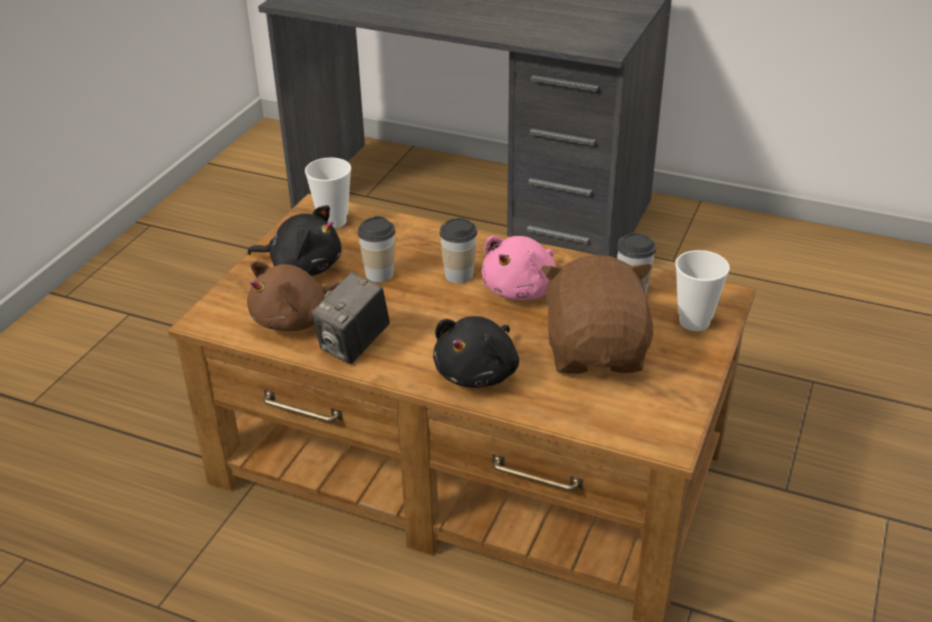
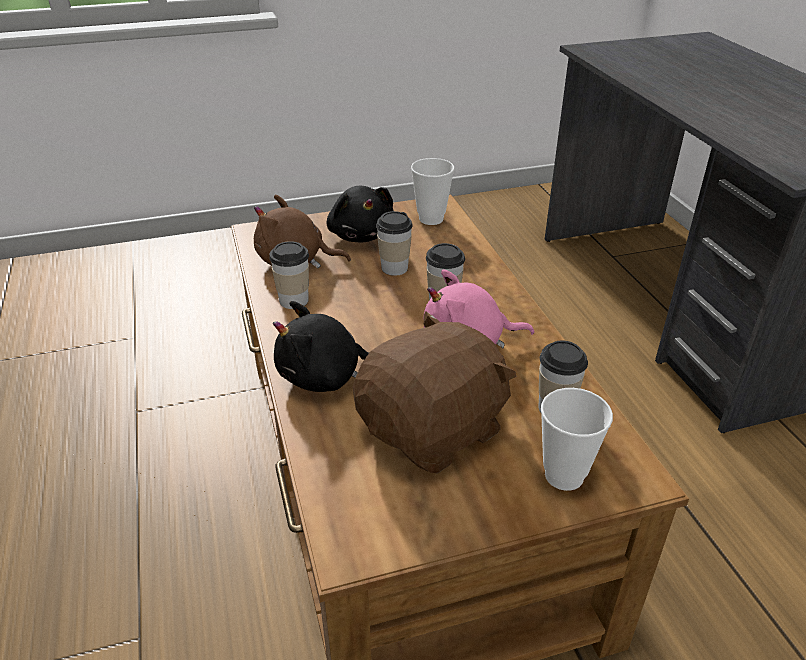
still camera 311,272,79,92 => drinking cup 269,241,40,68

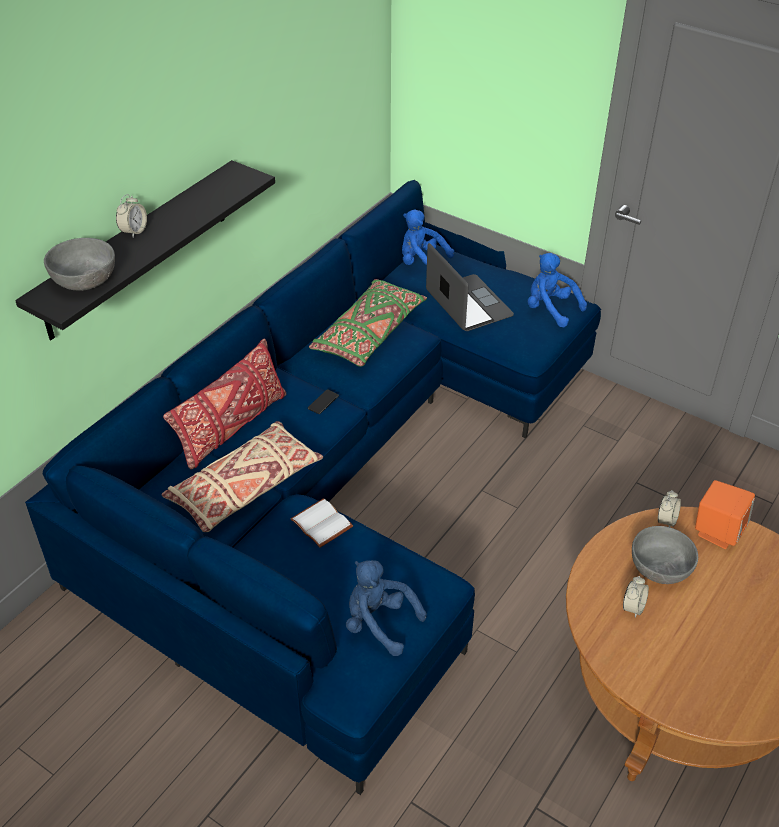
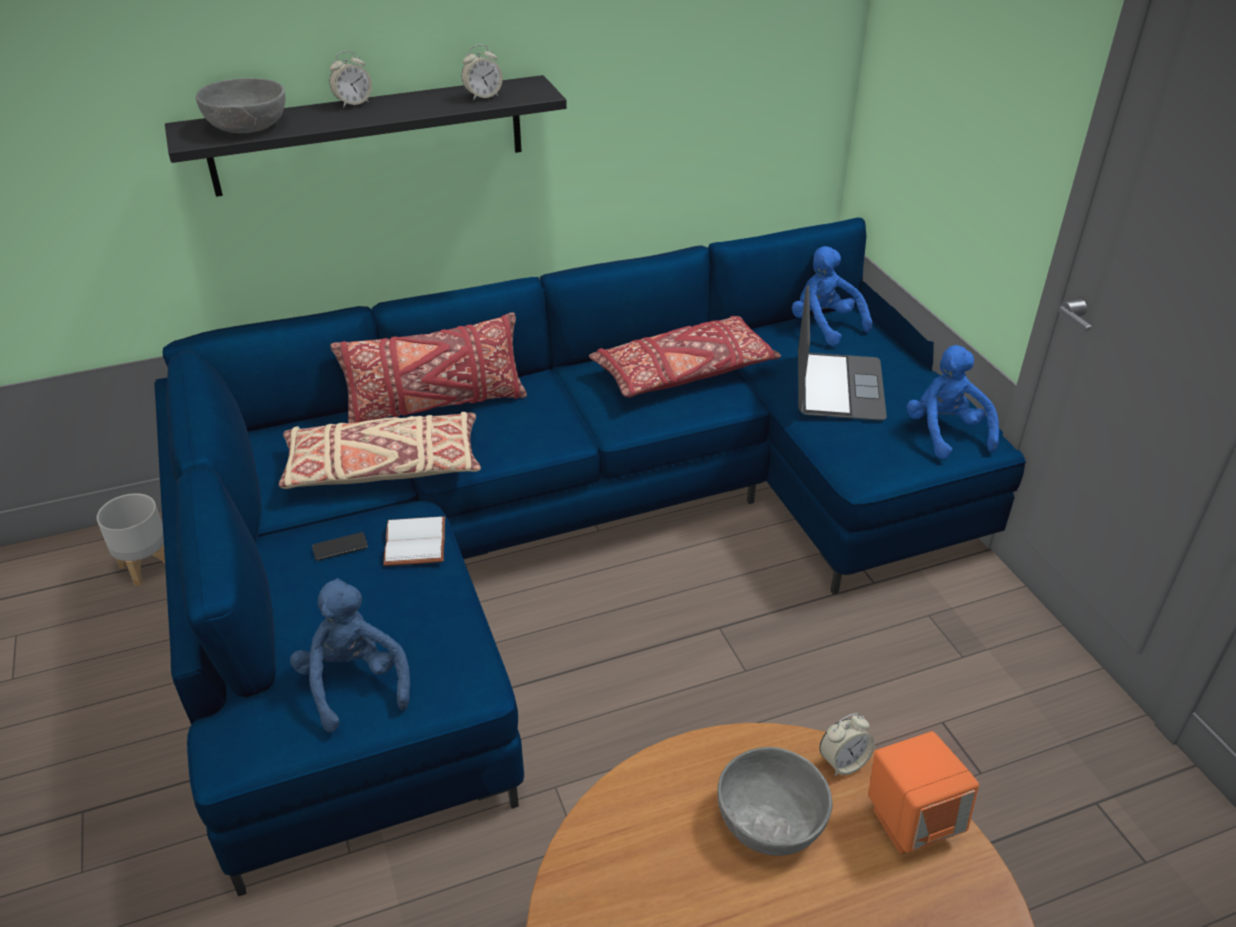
throw pillow (green) 309,279,118,88 => throw pillow (reddish) 589,316,192,82
phone 308,389,31,25 => phone 312,532,56,29, relocated
alarm clock 623,576,26,42 => alarm clock 461,44,42,57, relocated
nothing => planter (greyish) 97,493,68,92

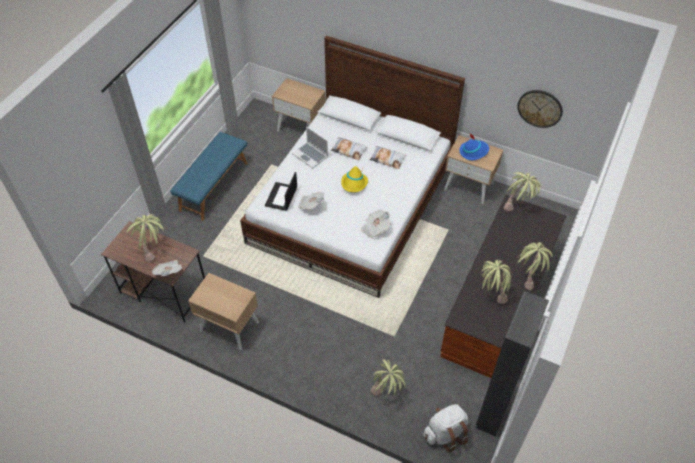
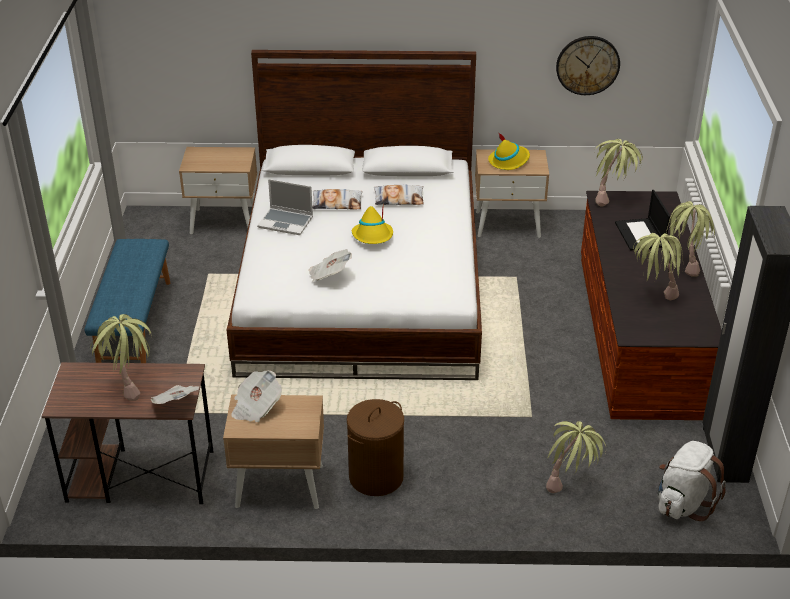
hat (blue-coloured) 460,134,29,26 => hat (yellow-coloured) 488,132,42,38
notebook computer 265,172,32,39 => notebook computer 615,190,55,61, relocated
printed paper 361,209,29,30 => printed paper 231,370,51,52, relocated
nothing => hamper (brown) 347,399,57,97

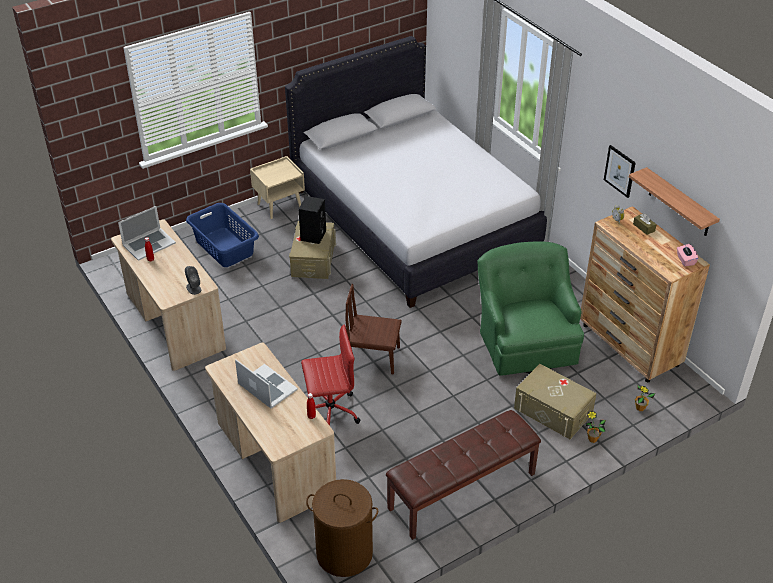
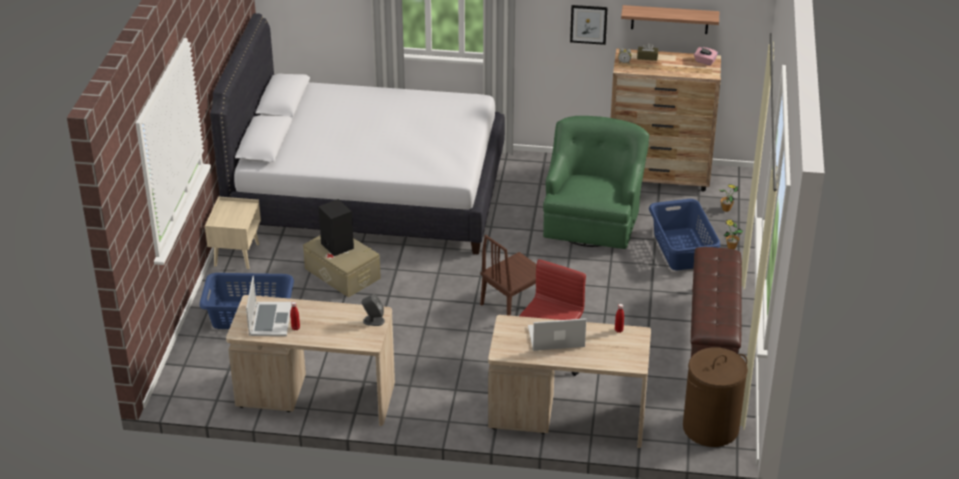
easy chair (green) 477,241,107,135 => easy chair (green) 543,116,106,133, 75 degrees clockwise
storage container (beige) 514,364,83,75 => hamper (blue-coloured) 649,199,72,71

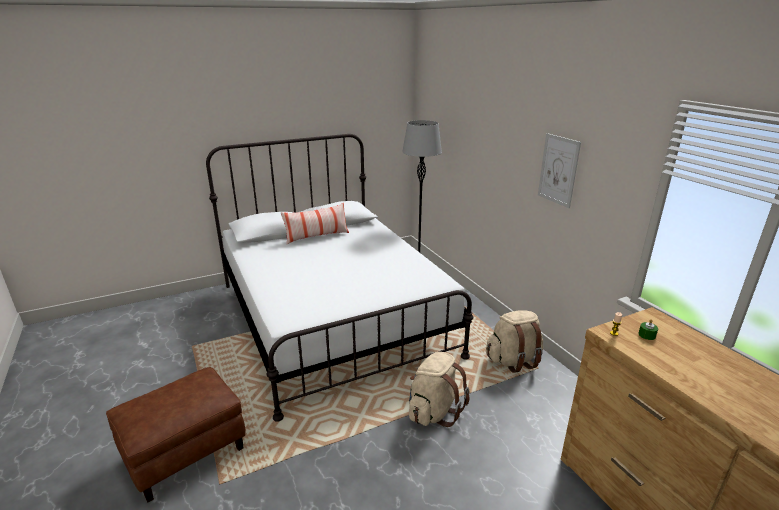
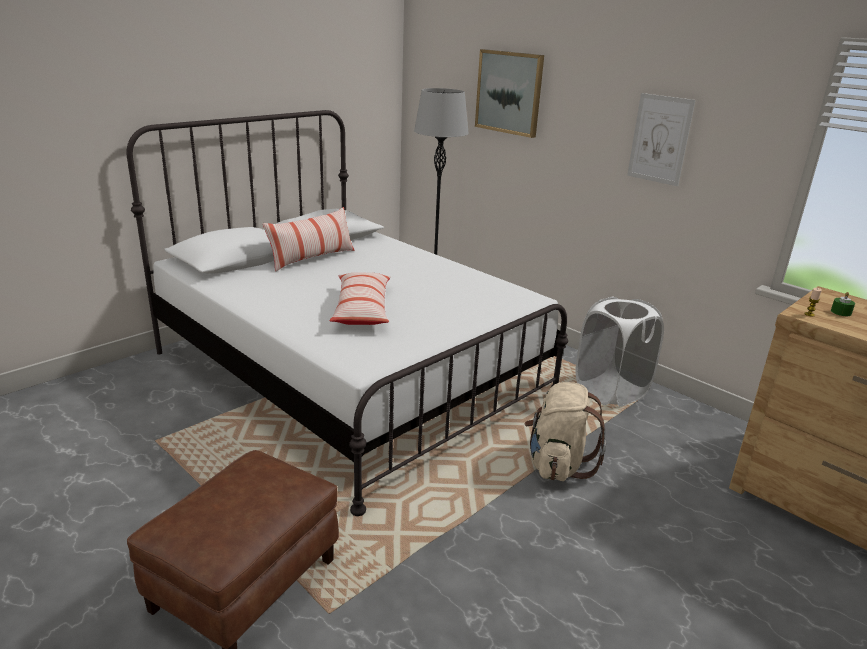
knapsack (beige) 486,310,57,63 => hamper (white-coloured) 575,297,89,110
nothing => wall picture 475,49,69,89
nothing => throw pillow 329,272,62,53

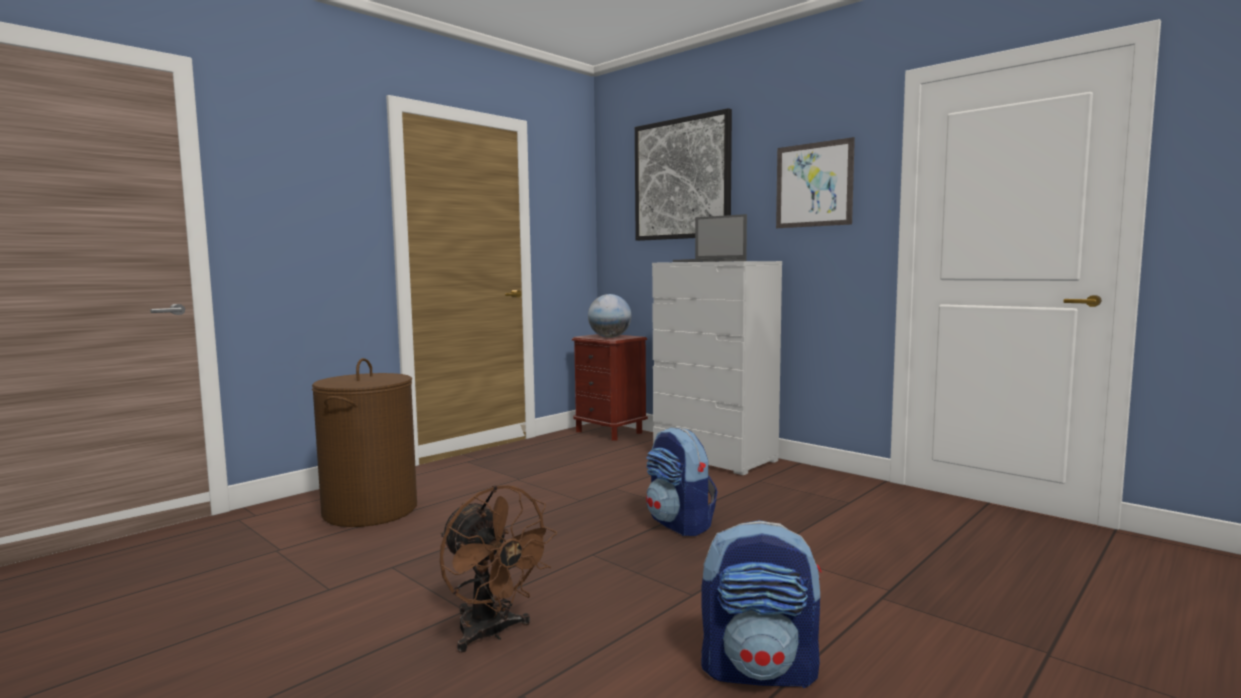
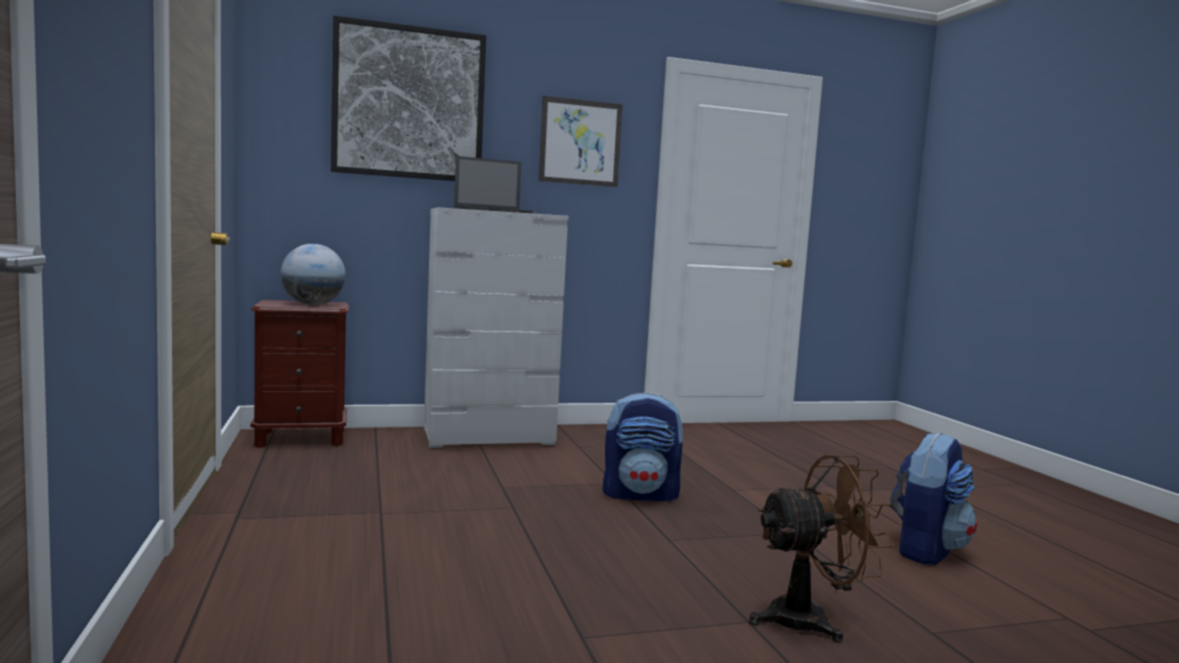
hamper (brown) 312,358,105,169 => nothing

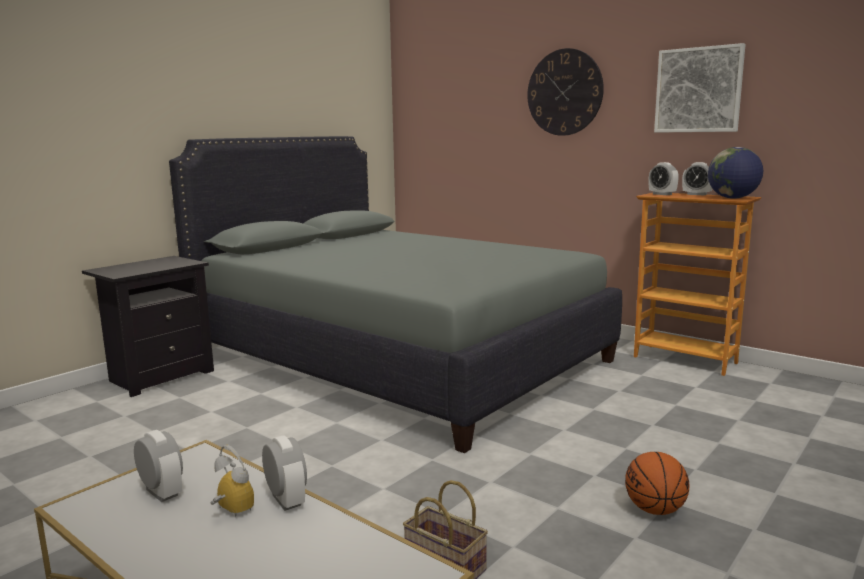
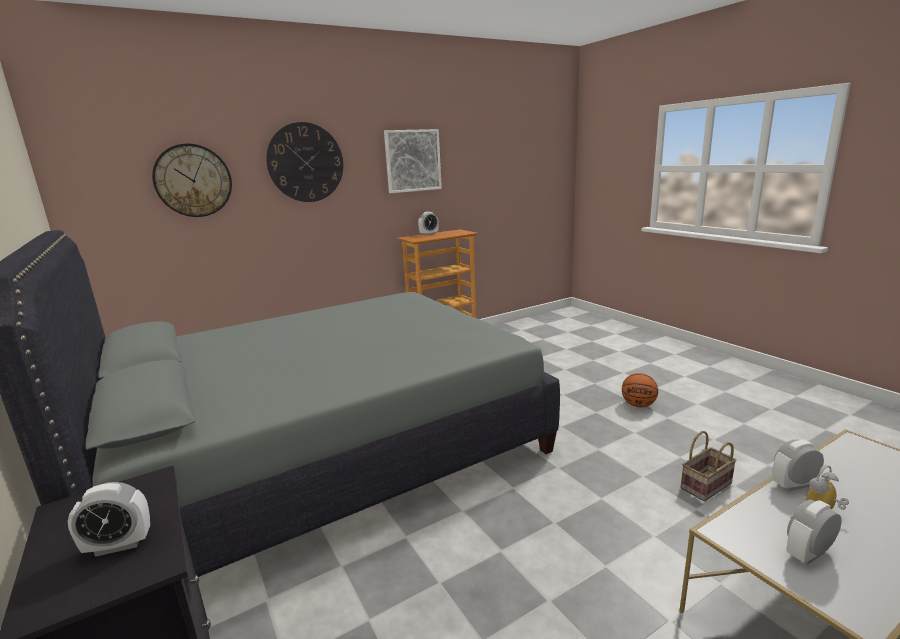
world globe 708,147,55,52 => nothing
alarm clock 649,162,30,33 => alarm clock 67,482,83,75, relocated
nothing => clock on the wall 152,144,80,73

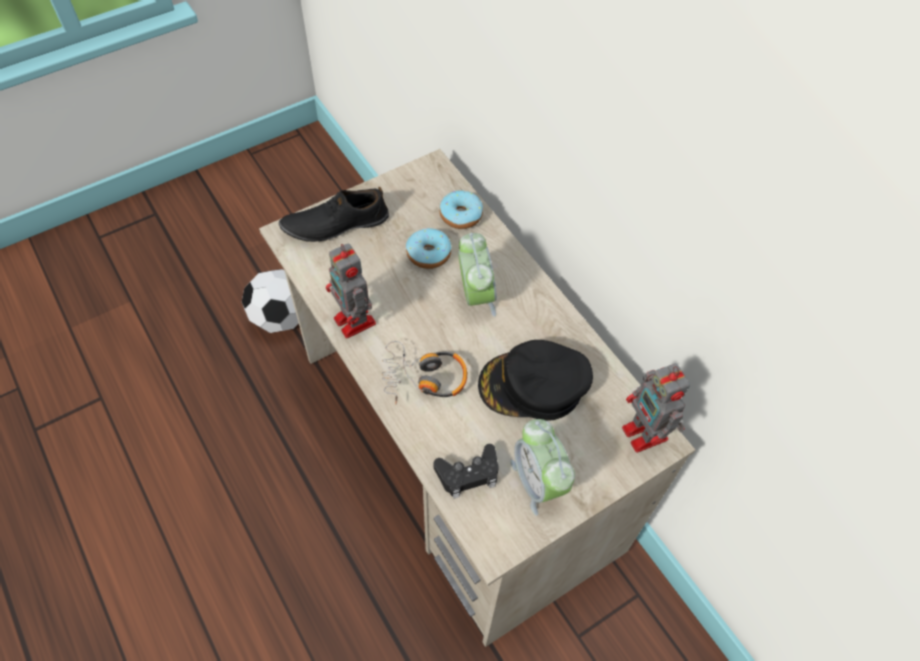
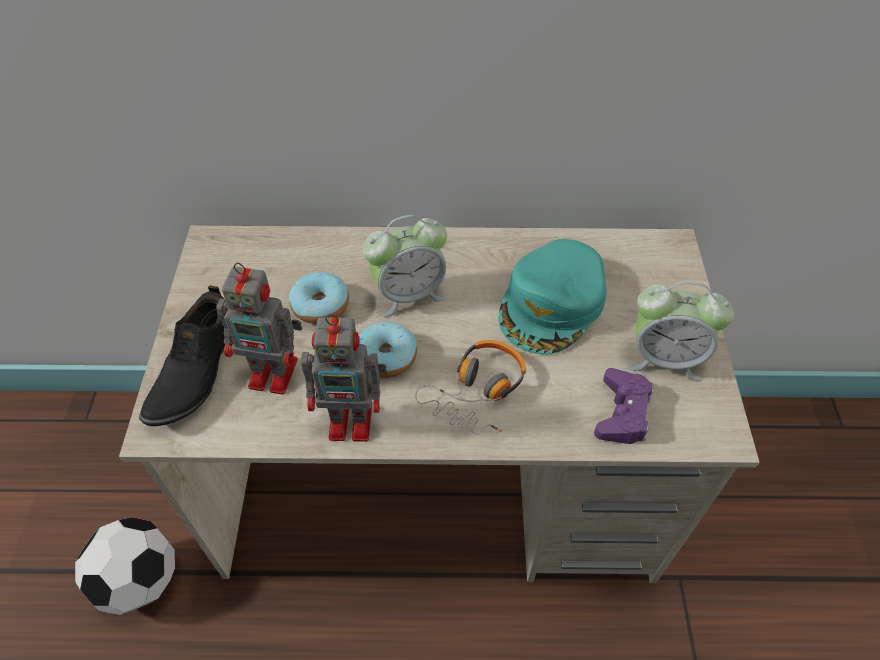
doughnut 439,191,44,38 => doughnut 359,322,58,56, relocated
alarm clock 458,233,39,84 => alarm clock 363,215,84,102, 135 degrees clockwise
peaked cap (black) 478,340,115,81 => peaked cap (turquoise-coloured) 498,239,109,116
model robot 622,363,68,90 => model robot 216,262,86,133, relocated
joypad (black) 434,444,65,55 => joypad (purple-coloured) 594,368,59,76

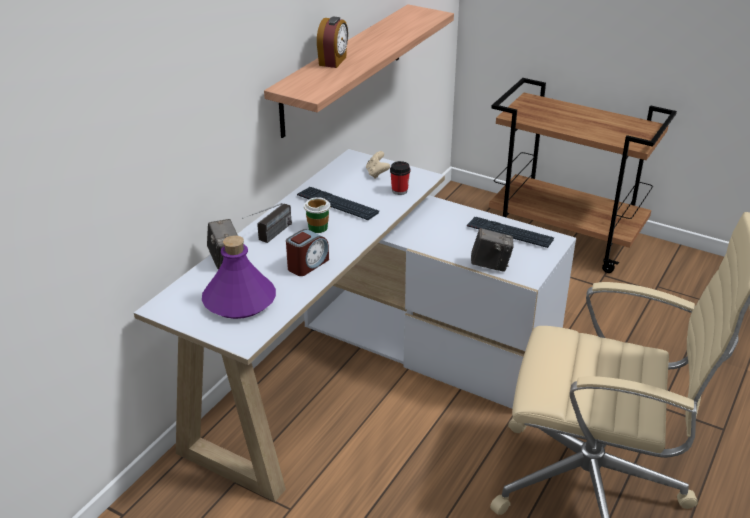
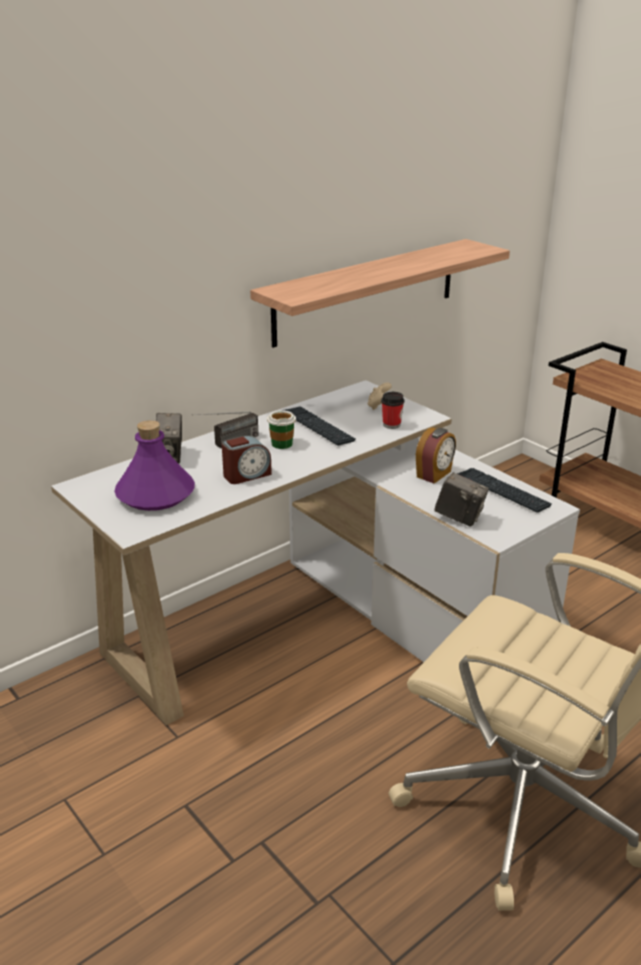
alarm clock 317,17,31,51 => alarm clock 416,427,40,57, relocated

